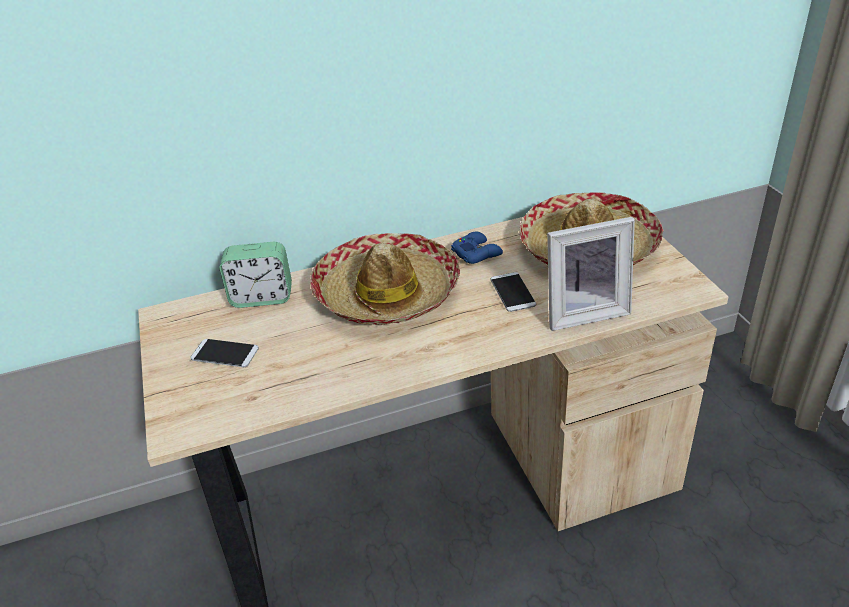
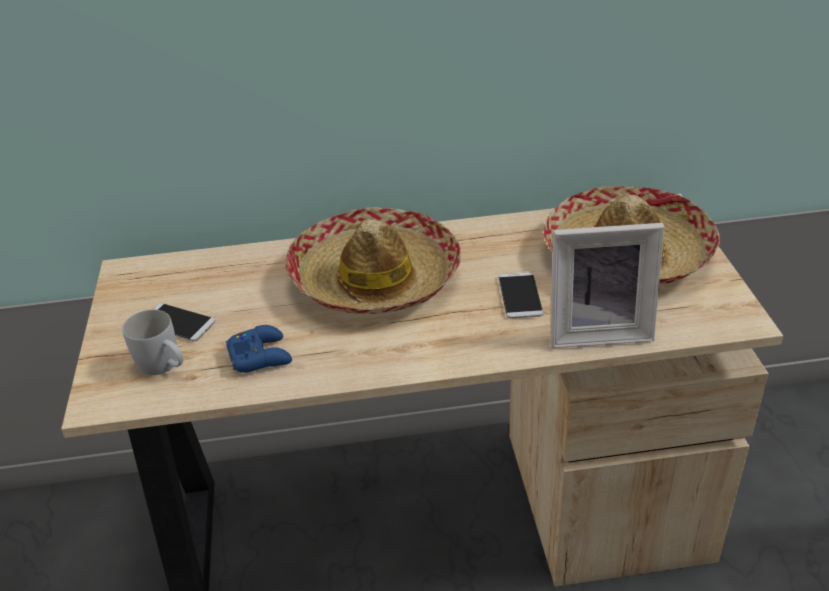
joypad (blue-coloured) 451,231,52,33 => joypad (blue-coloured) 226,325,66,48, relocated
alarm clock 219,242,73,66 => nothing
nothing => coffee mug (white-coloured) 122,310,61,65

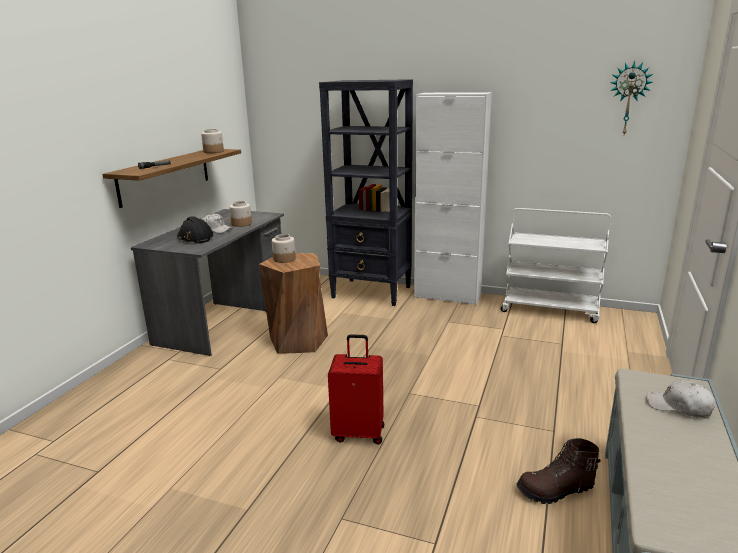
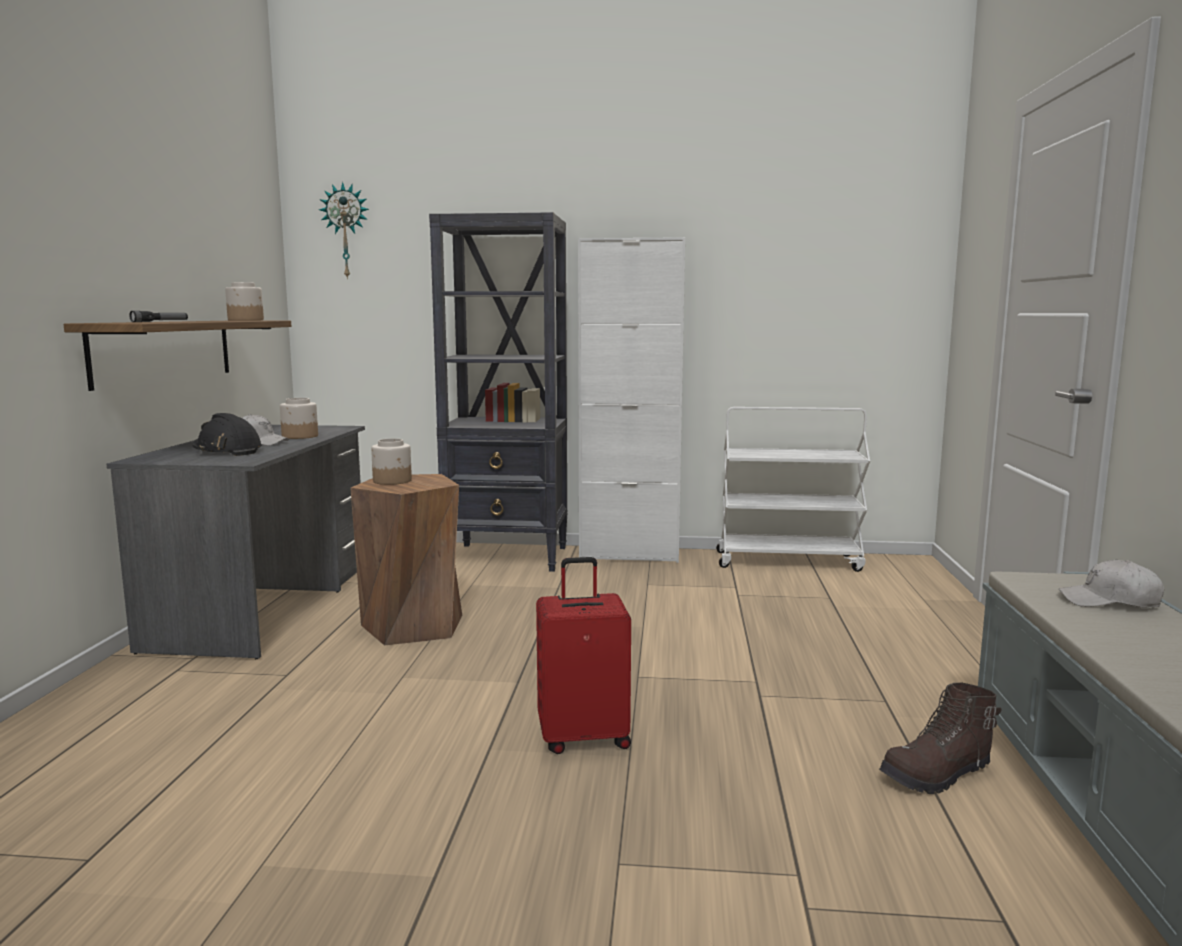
clock on the wall 610,61,43,74 => clock on the wall 319,182,50,98, relocated

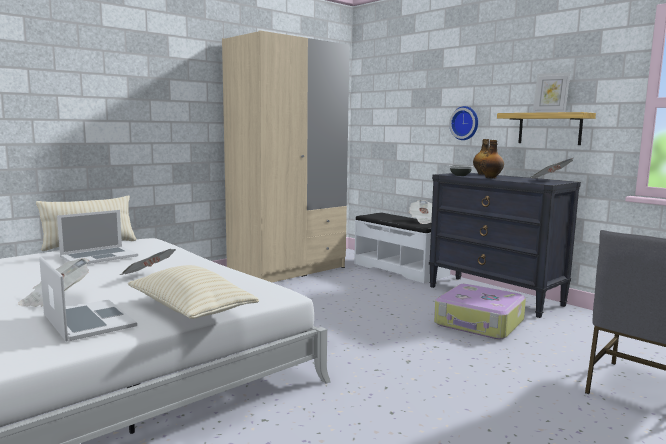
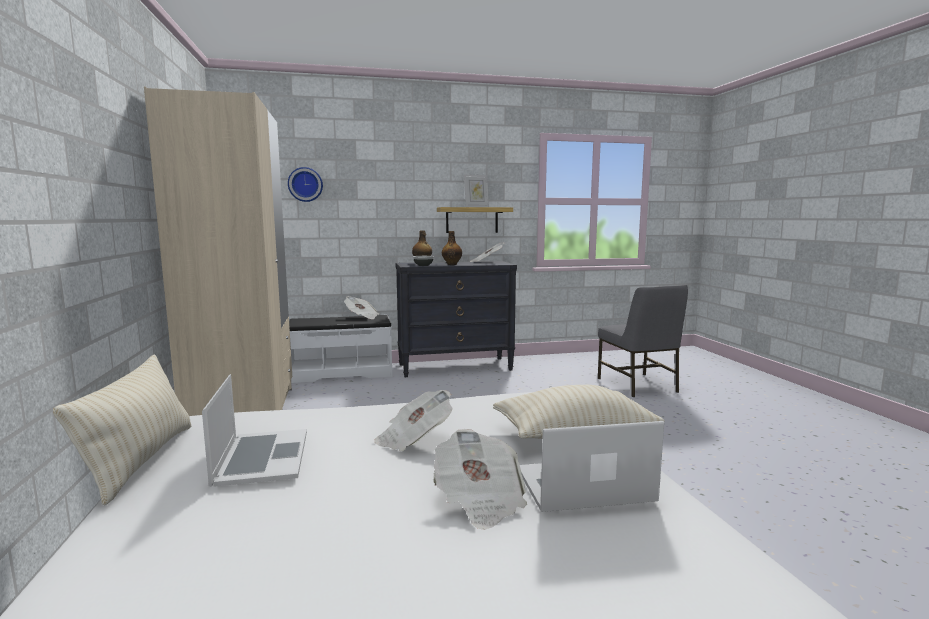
clock on the wall 449,106,29,34 => clock on the wall 288,167,35,35, relocated
piece of luggage 434,284,92,55 => nothing

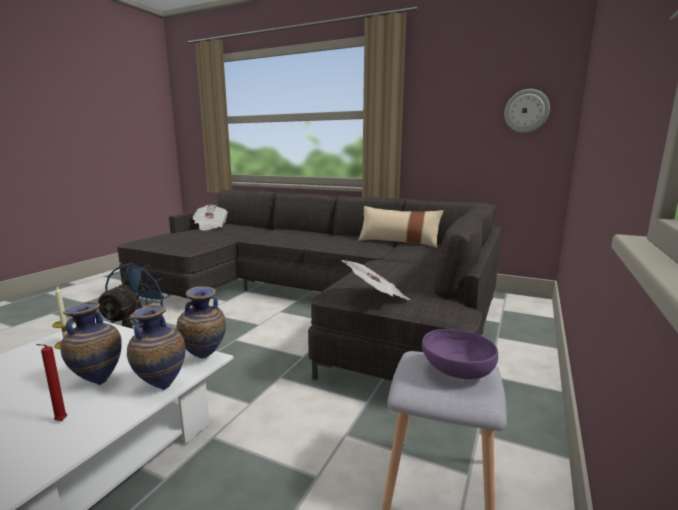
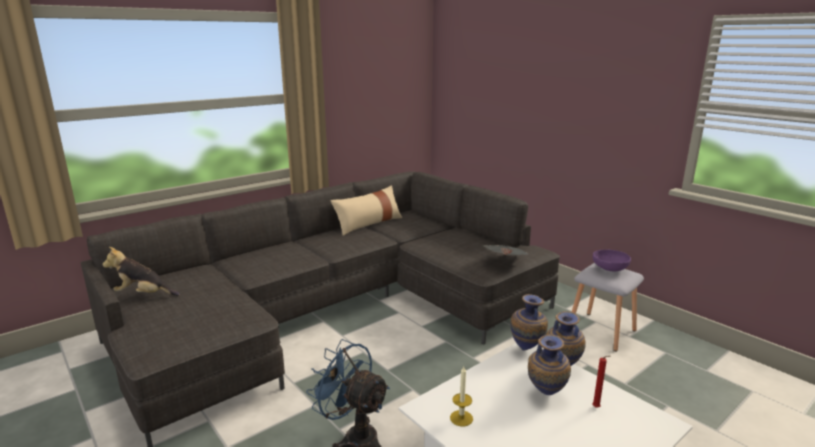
clock on the wall 504,89,46,44 => nothing
printed paper 192,205,36,25 => soft toy 102,247,78,49

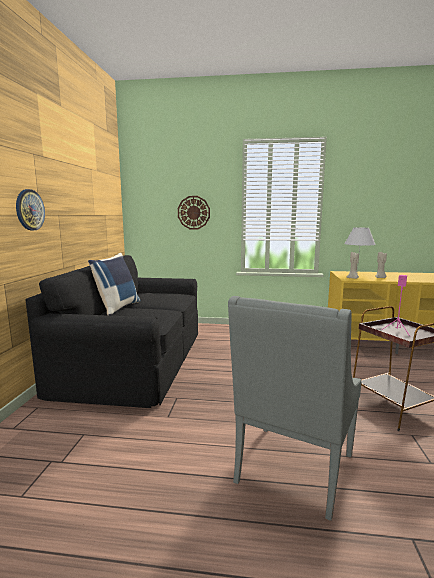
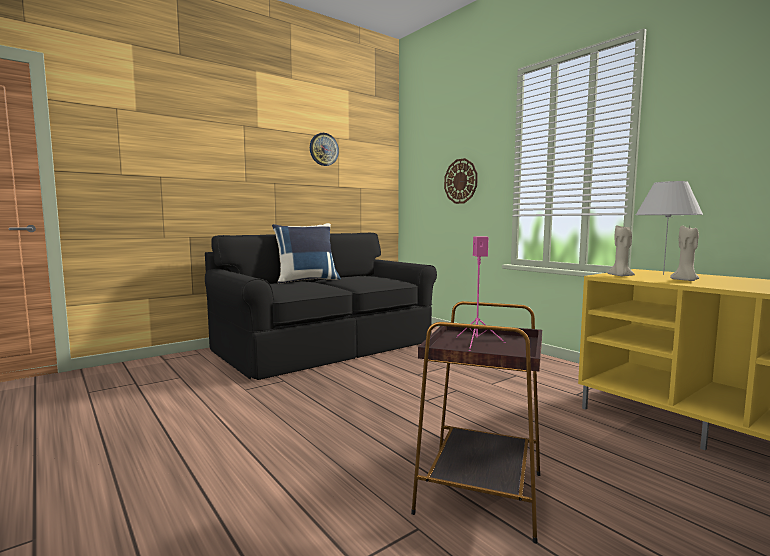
clock on the wall 16,189,29,41 => clock on the wall 310,133,29,33, relocated
easy chair (greyish) 228,296,133,225 => nothing

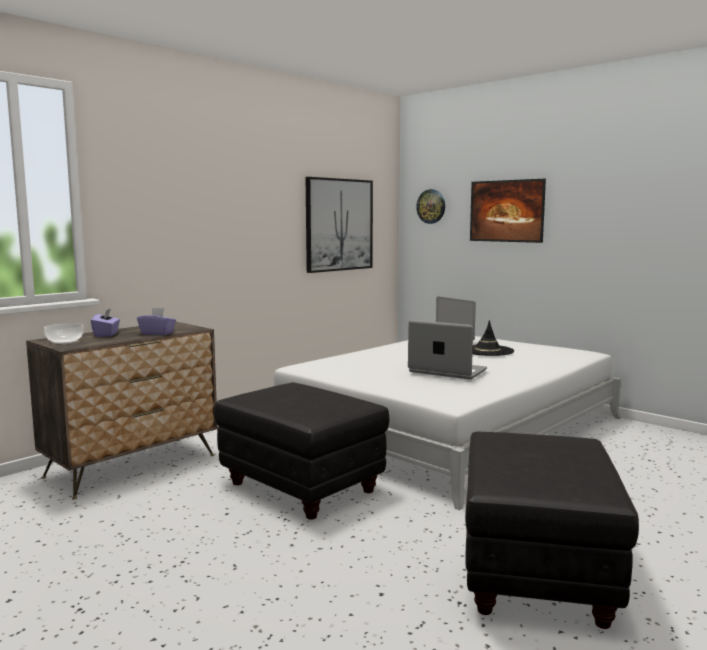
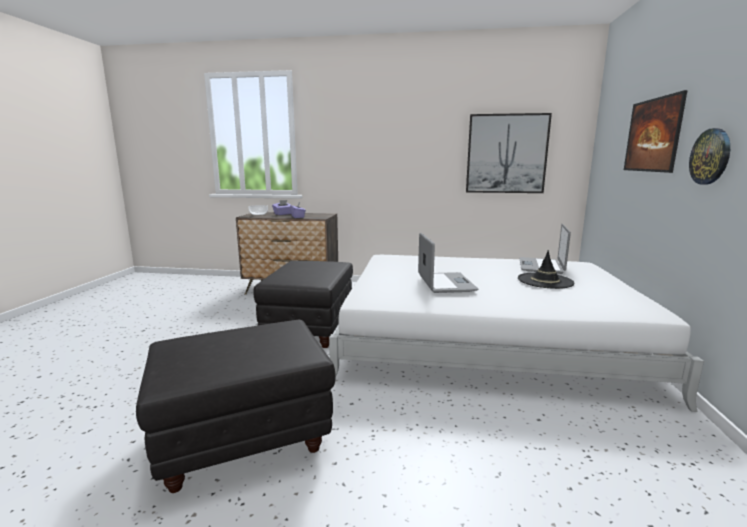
clock on the wall 416,189,29,35 => clock on the wall 689,128,41,57, relocated

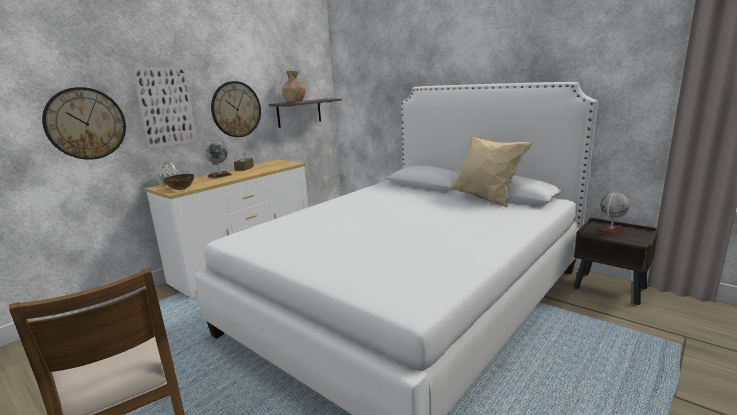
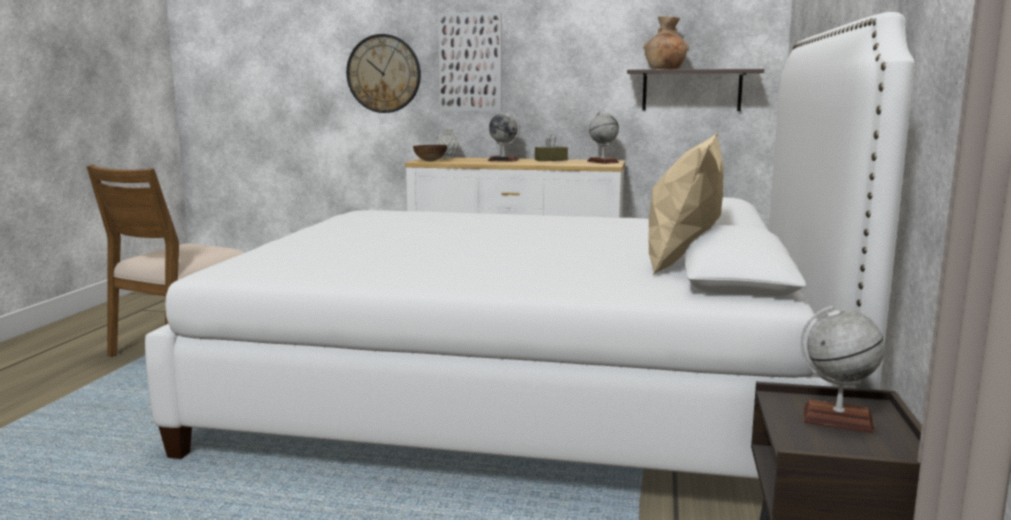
clock on the wall 211,81,50,56 => nothing
nothing => world globe 587,112,32,52

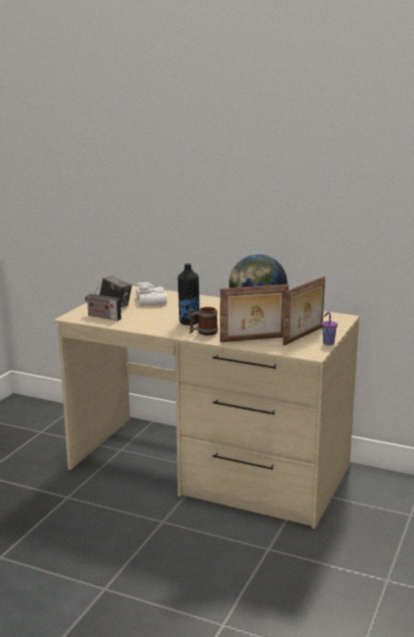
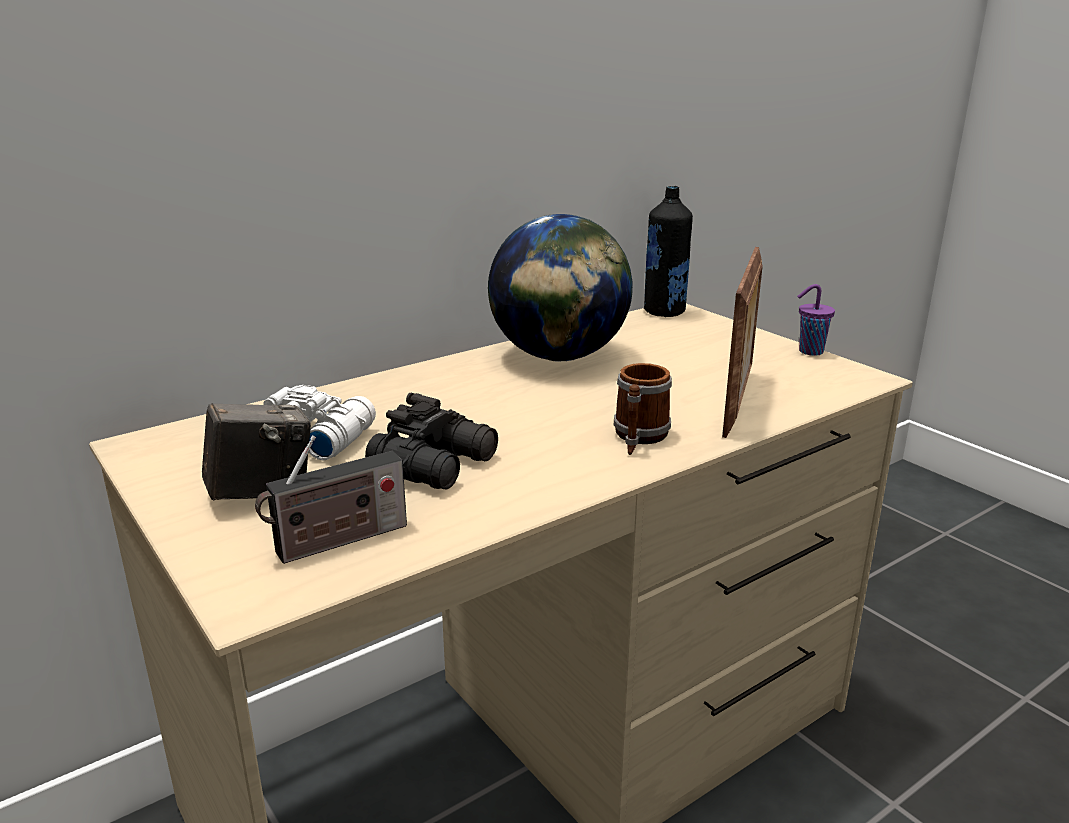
drink bottle (black) 178,263,22,62 => drink bottle (black) 644,186,49,131, relocated
photo frame 283,276,42,70 => nothing
nothing => pair of binoculars (black) 365,393,133,96

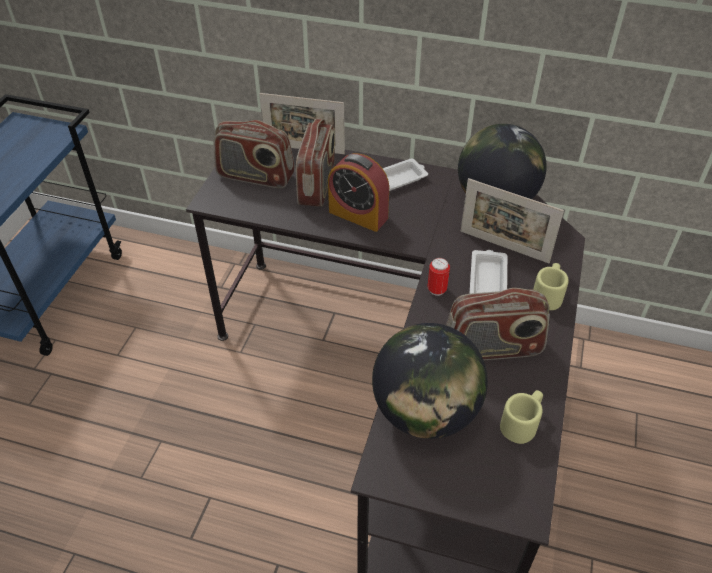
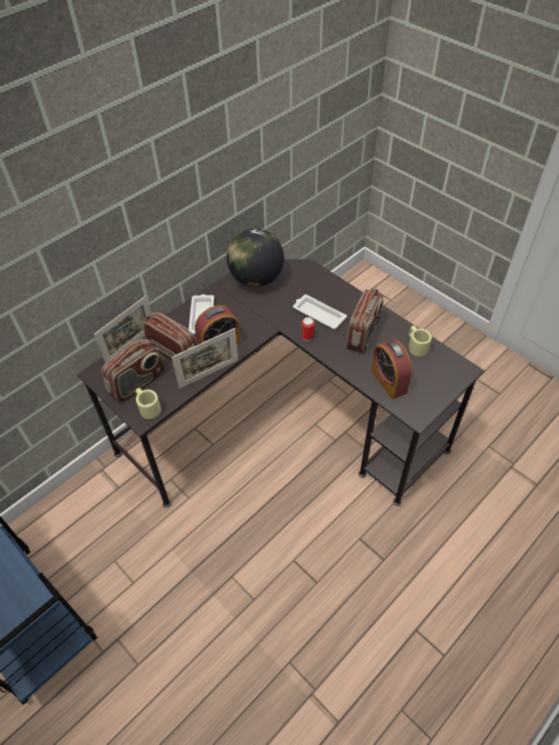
photo frame 461,178,103,85 => photo frame 172,328,67,61, relocated
coffee mug (beige) 533,263,36,47 => coffee mug (beige) 136,388,25,31, relocated
world globe 372,323,116,116 => alarm clock 371,339,41,60

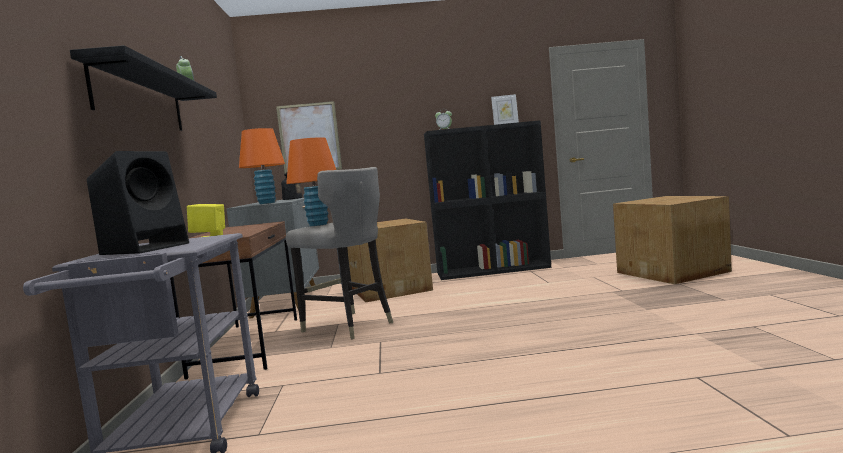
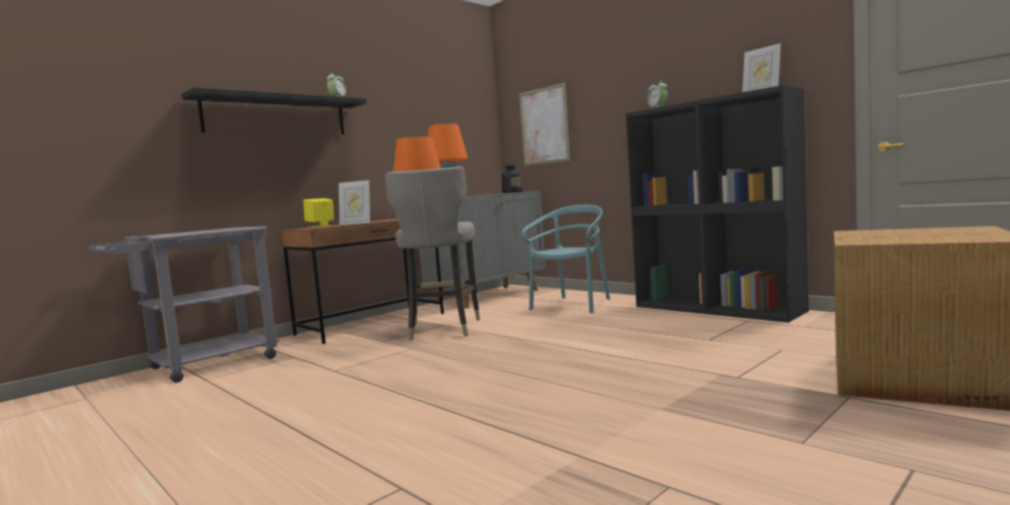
loudspeaker (black) 87,151,102,104 => nothing
cardboard box 347,218,86,84 => chair (turquoise-coloured) 521,205,89,108
nothing => photo frame 339,180,31,45

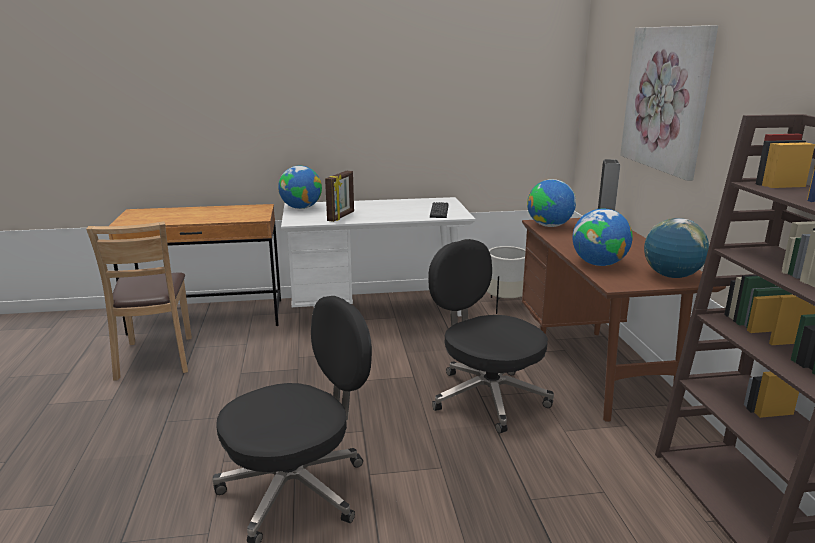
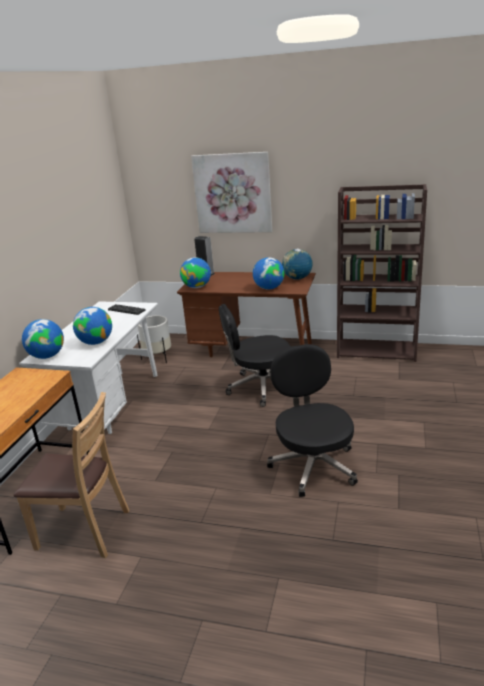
photo frame 325,171,29,51 => world globe 73,307,39,38

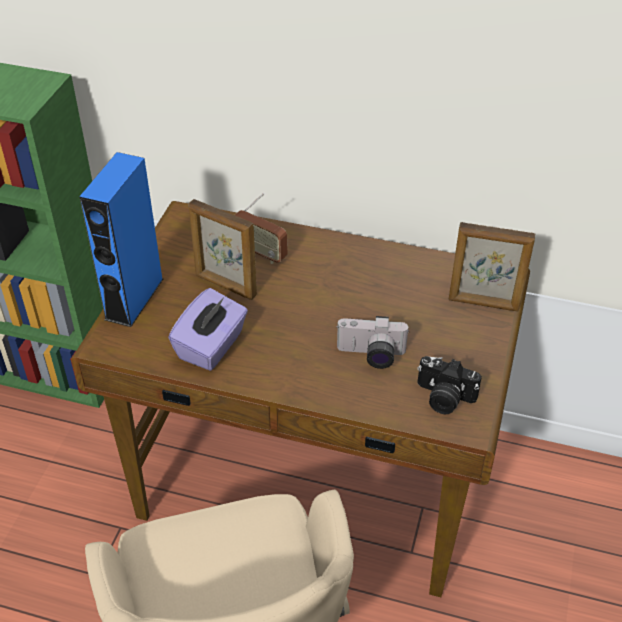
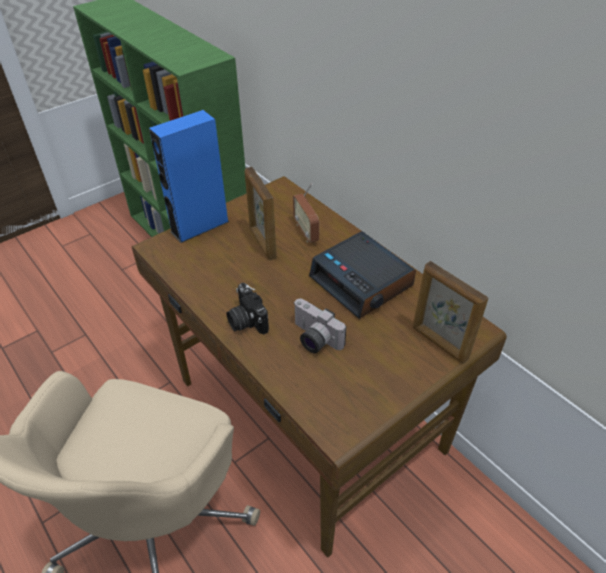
tissue box (purple-coloured) 168,288,80,83 => nothing
still camera 417,356,65,58 => still camera 227,283,42,51, relocated
nothing => alarm clock 309,231,107,88

